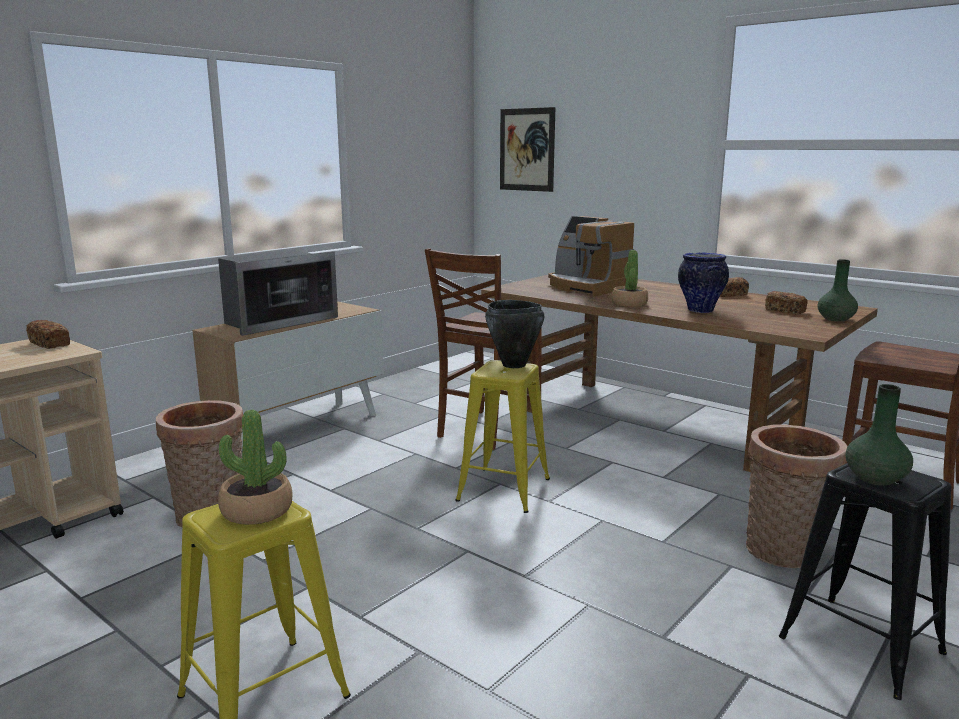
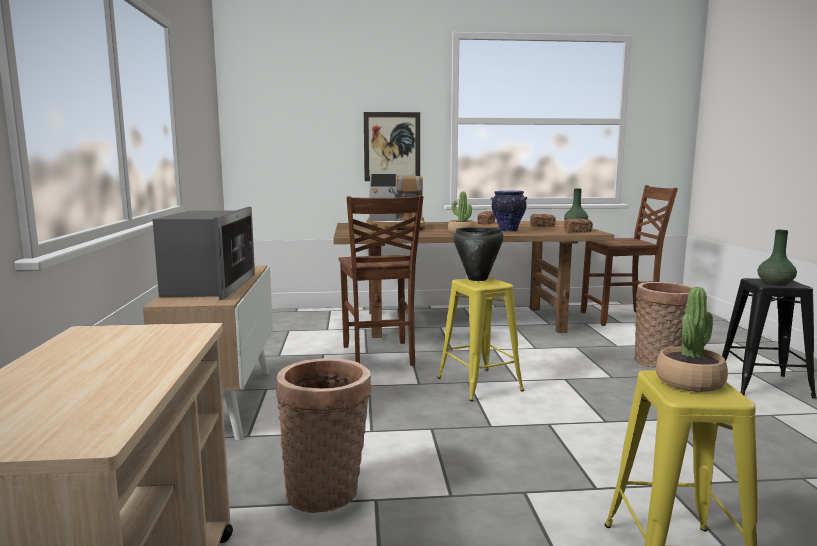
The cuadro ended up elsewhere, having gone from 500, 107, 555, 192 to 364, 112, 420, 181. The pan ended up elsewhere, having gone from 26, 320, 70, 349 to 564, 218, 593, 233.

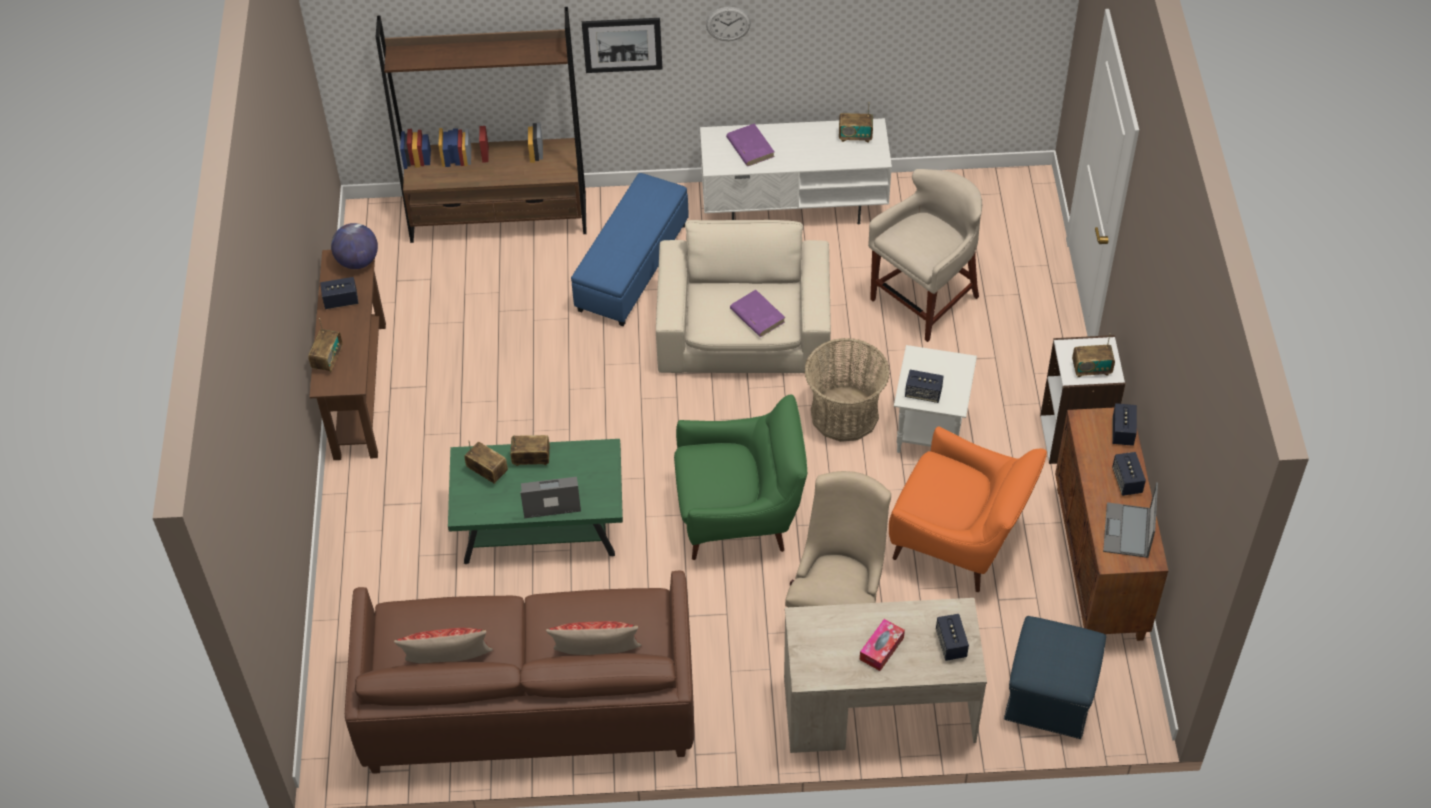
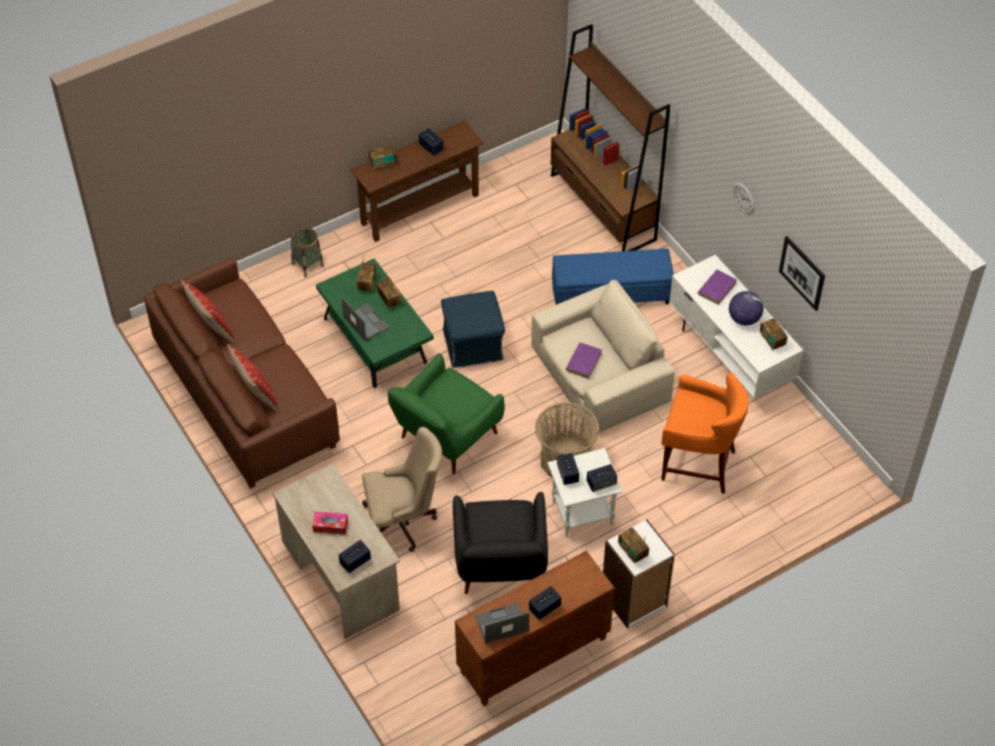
The cuadro ended up elsewhere, having gone from 582, 18, 662, 73 to 779, 236, 825, 311. What was the taburete/beis at 868, 169, 982, 342 turned into the taburete/naranja at 661, 373, 749, 494. The globo terráqueo ended up elsewhere, having gone from 331, 223, 378, 269 to 729, 291, 764, 325. The sillón/verde at 674, 395, 807, 560 ended up facing another way, 75 degrees clockwise from before. The altavoz ended up elsewhere, having gone from 1112, 403, 1137, 446 to 586, 464, 617, 492. What was the sillón/naranja at 889, 426, 1047, 592 turned into the sillón/negro at 453, 492, 548, 594. The puf/azul ended up elsewhere, having gone from 1004, 616, 1106, 739 to 441, 291, 505, 368. The second view gained the cesta at 291, 227, 324, 277.

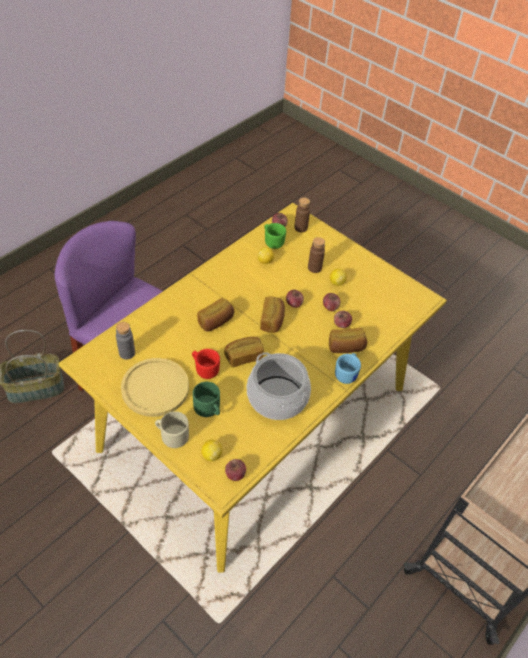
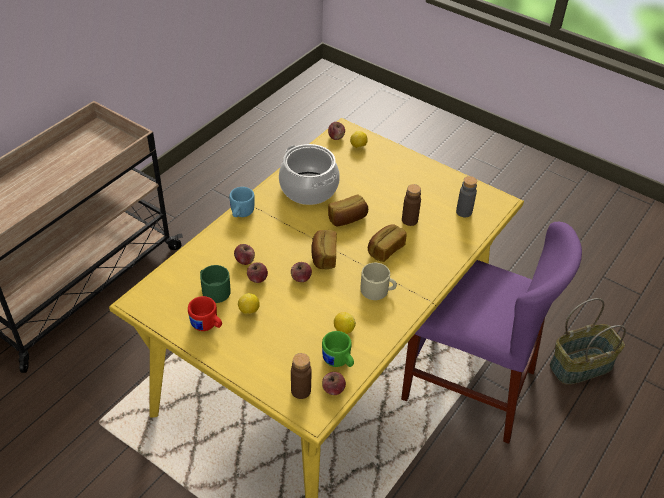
The botella/marrón ended up elsewhere, having gone from 308, 237, 325, 273 to 402, 184, 421, 226. The second view lost the pan at 329, 328, 367, 353. The taza grande/rojo ended up elsewhere, having gone from 192, 349, 220, 379 to 188, 296, 222, 331. The second view lost the plato/amarillo at 121, 358, 189, 417. The taza grande/verde ended up elsewhere, having gone from 193, 382, 220, 417 to 200, 265, 231, 303. The taza grande/beis ended up elsewhere, having gone from 155, 411, 189, 448 to 361, 263, 397, 300.

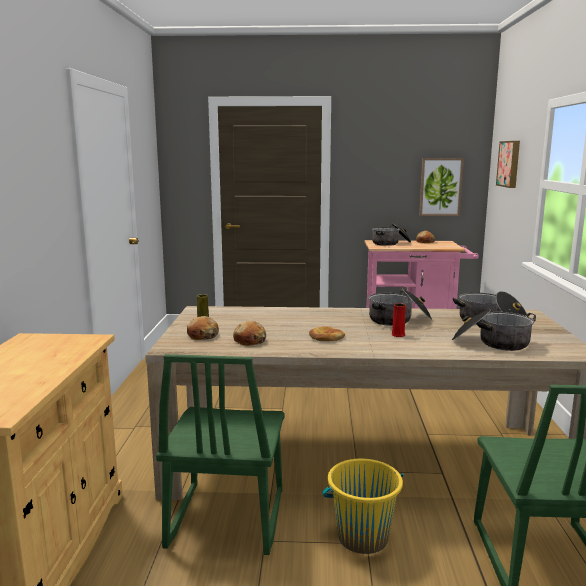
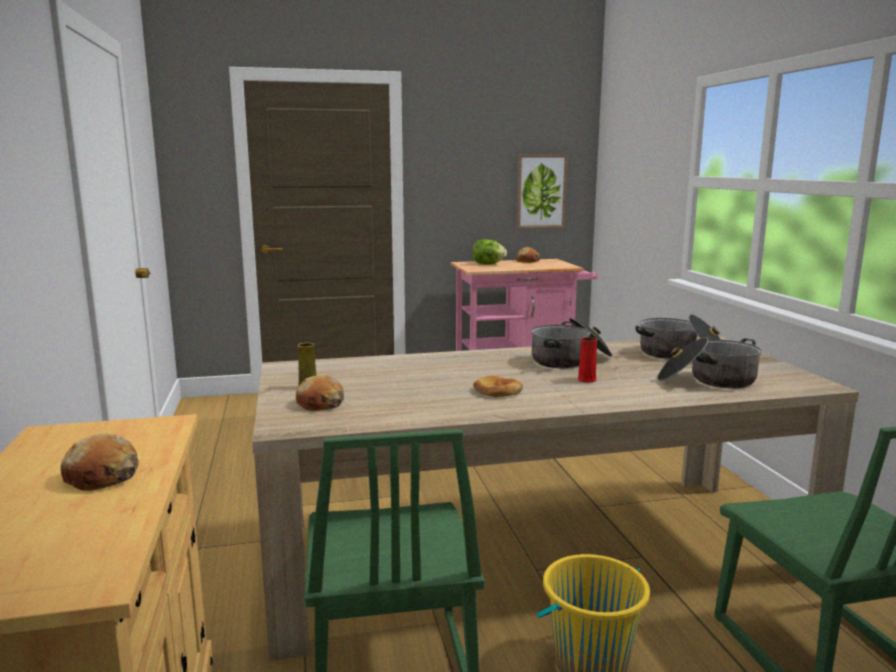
The second view lost the cuadro at 496, 141, 520, 188. Where the olla stood at 372, 224, 411, 246, the lechuga came to stand at 472, 239, 507, 265. The pan ended up elsewhere, having gone from 233, 321, 266, 346 to 60, 434, 139, 491.

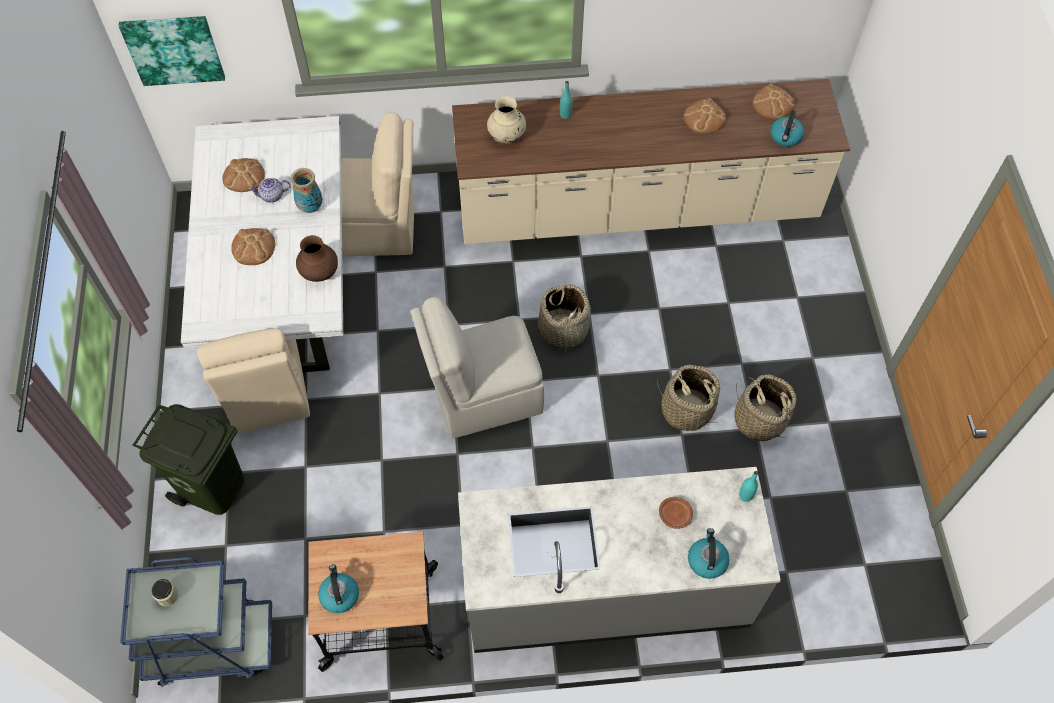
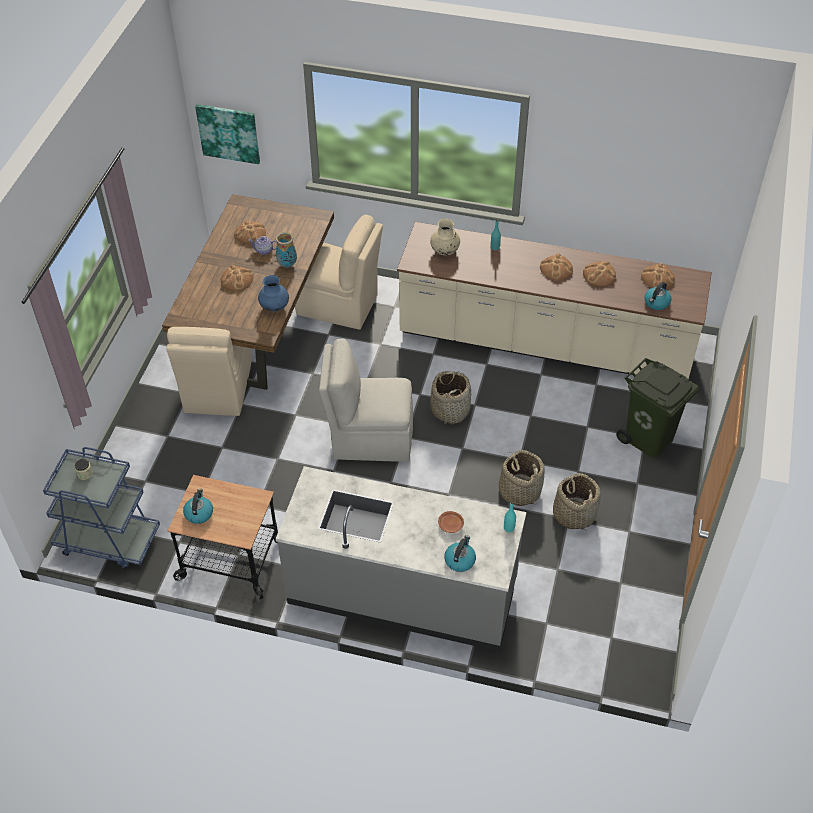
What was the mesa de comedor/blanco at 181, 116, 343, 372 turned into the mesa de comedor/marrón at 162, 194, 334, 390. What was the florero/marrón at 296, 235, 338, 282 turned into the florero/azul at 258, 275, 289, 312. The papelera/verde ended up elsewhere, having gone from 132, 404, 245, 515 to 616, 358, 699, 457. The second view gained the pan at 540, 253, 573, 281.

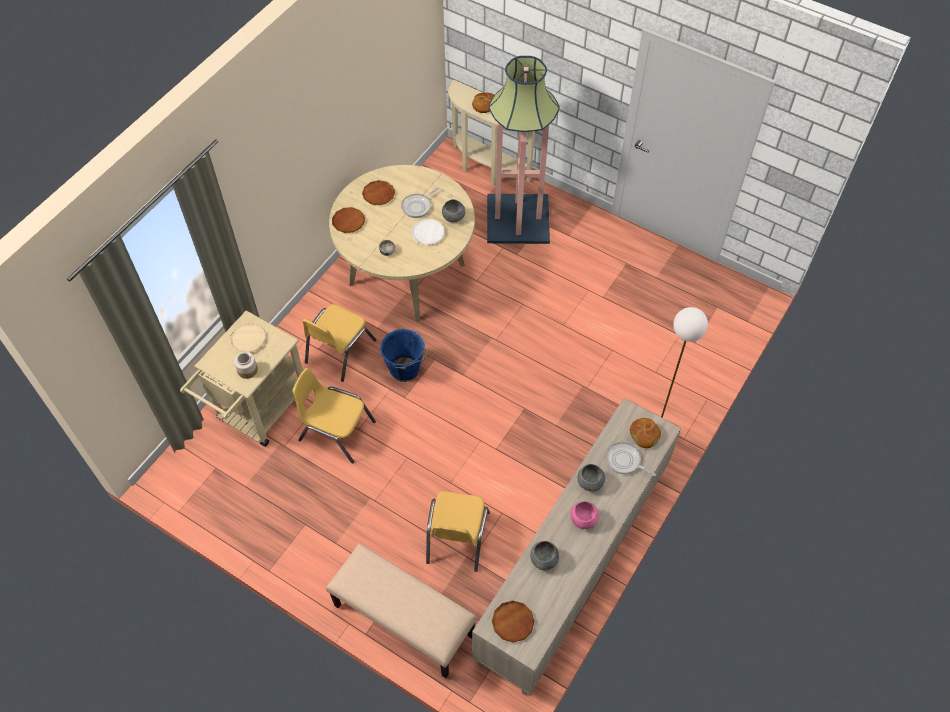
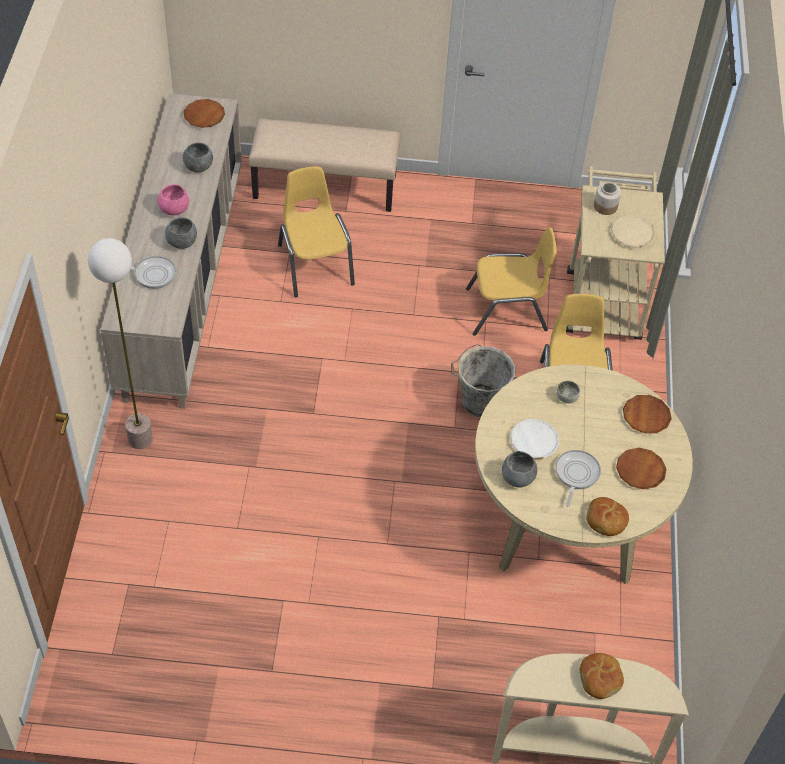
The second view lost the lámpara de pie at 487, 56, 560, 244. What was the cubo/azul at 380, 329, 428, 382 turned into the cubo/gris at 451, 344, 515, 417. The pan ended up elsewhere, having gone from 630, 418, 661, 448 to 586, 497, 629, 536.

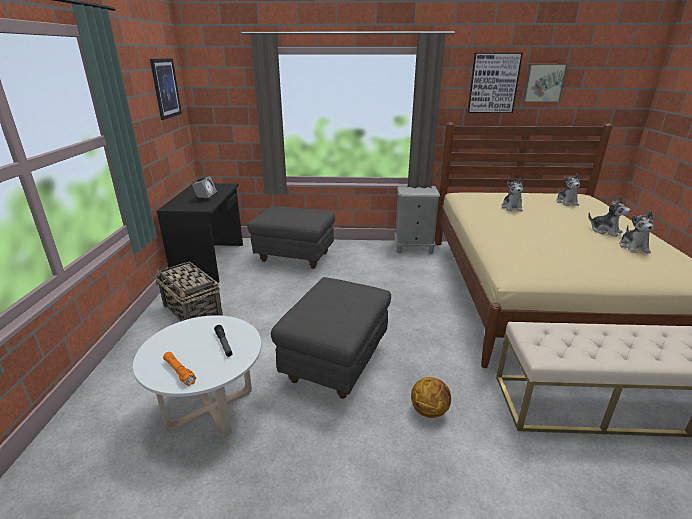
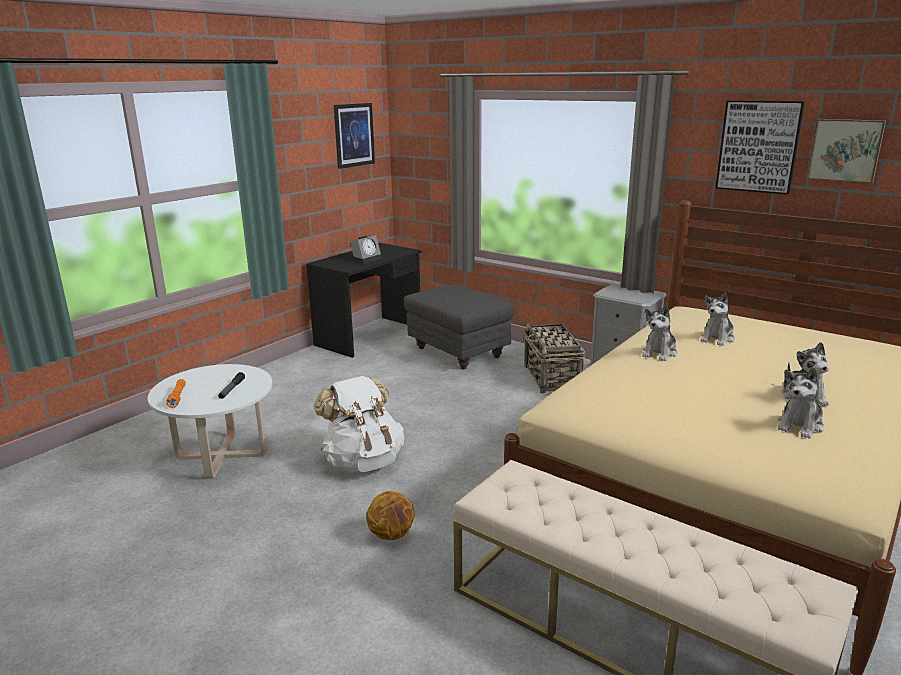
The peluche ended up elsewhere, having gone from 556, 173, 580, 206 to 642, 305, 677, 361. The cesta ended up elsewhere, having gone from 155, 261, 223, 321 to 523, 322, 585, 393. Where the puf/gris stood at 271, 277, 391, 399, the mochila/blanco came to stand at 314, 376, 404, 472.

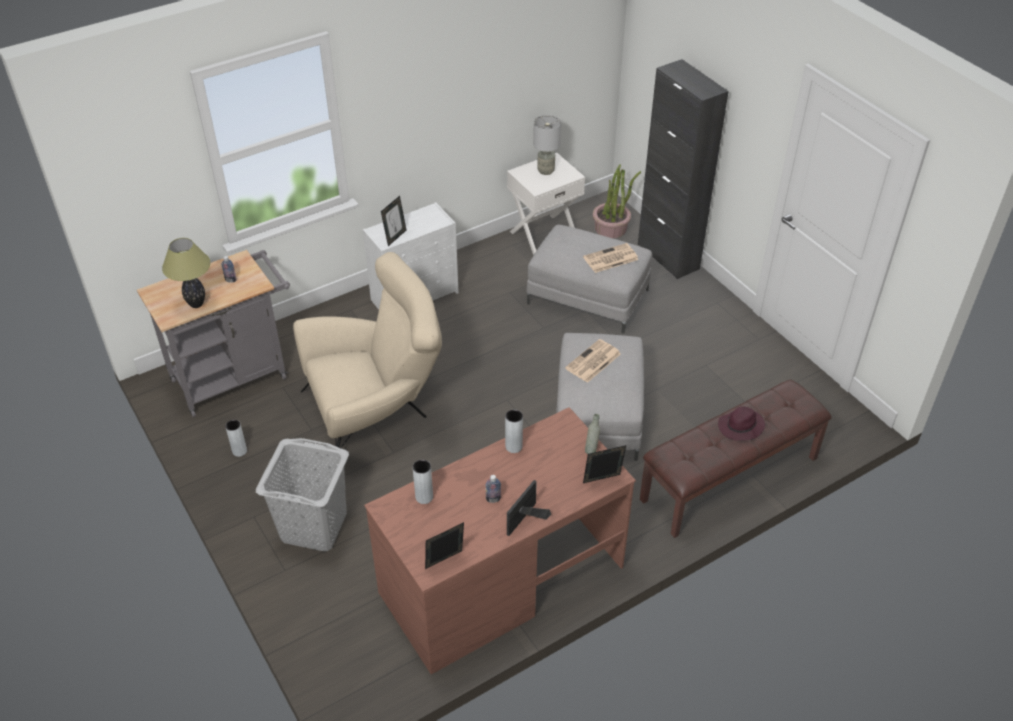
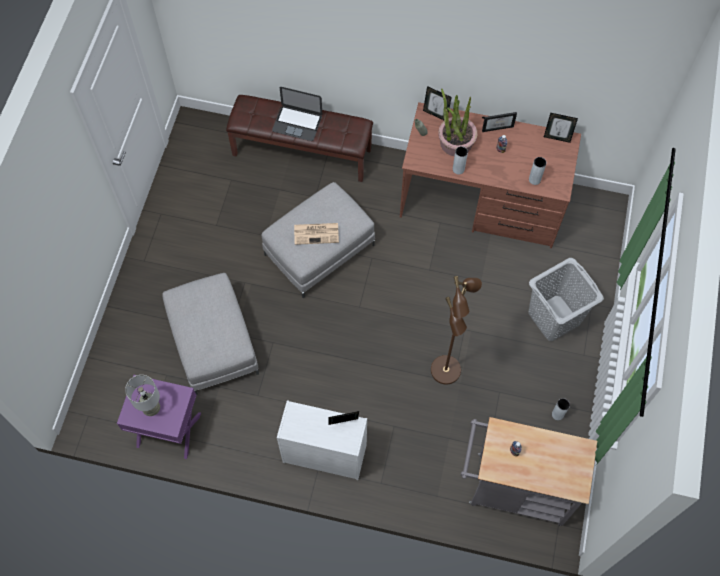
The second view lost the armario/negro at 638, 59, 729, 279. What was the mesita de noche/blanco at 507, 153, 585, 255 turned into the mesita de noche/morado at 117, 375, 201, 459. The planta en maceta ended up elsewhere, having gone from 593, 164, 641, 238 to 438, 89, 477, 156. The second view lost the lámpara de mesa at 162, 238, 211, 308. The second view lost the periódico at 583, 243, 639, 273. Where the sillón/beis stood at 293, 252, 442, 448, the lámpara de pie/marrón came to stand at 431, 276, 482, 385. Where the sombrero/morado stood at 718, 406, 765, 441, the portátil came to stand at 272, 87, 322, 141.

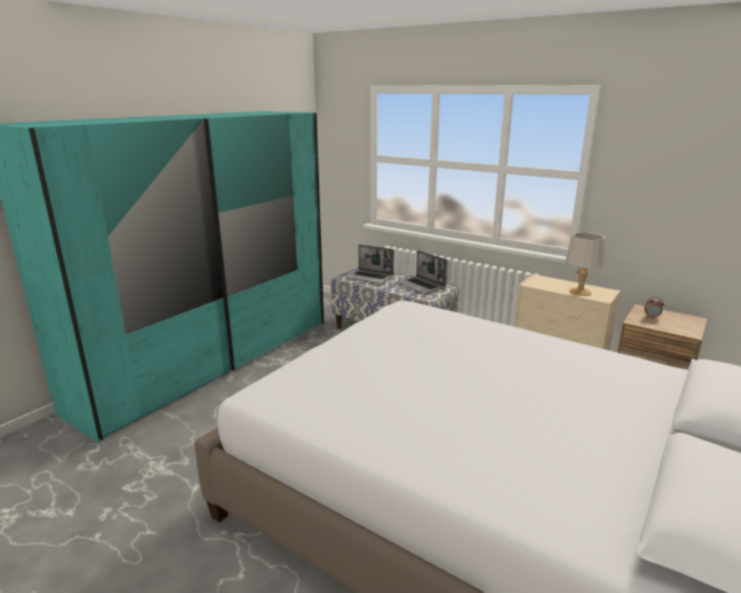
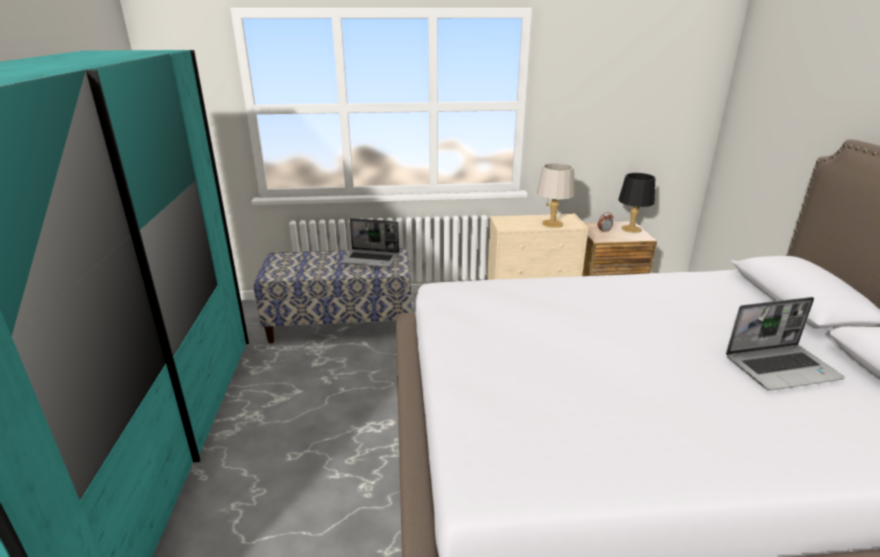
The portátil ended up elsewhere, having gone from 346, 244, 394, 284 to 726, 297, 845, 390. The second view gained the lámpara de mesa/negro at 618, 173, 655, 233.

